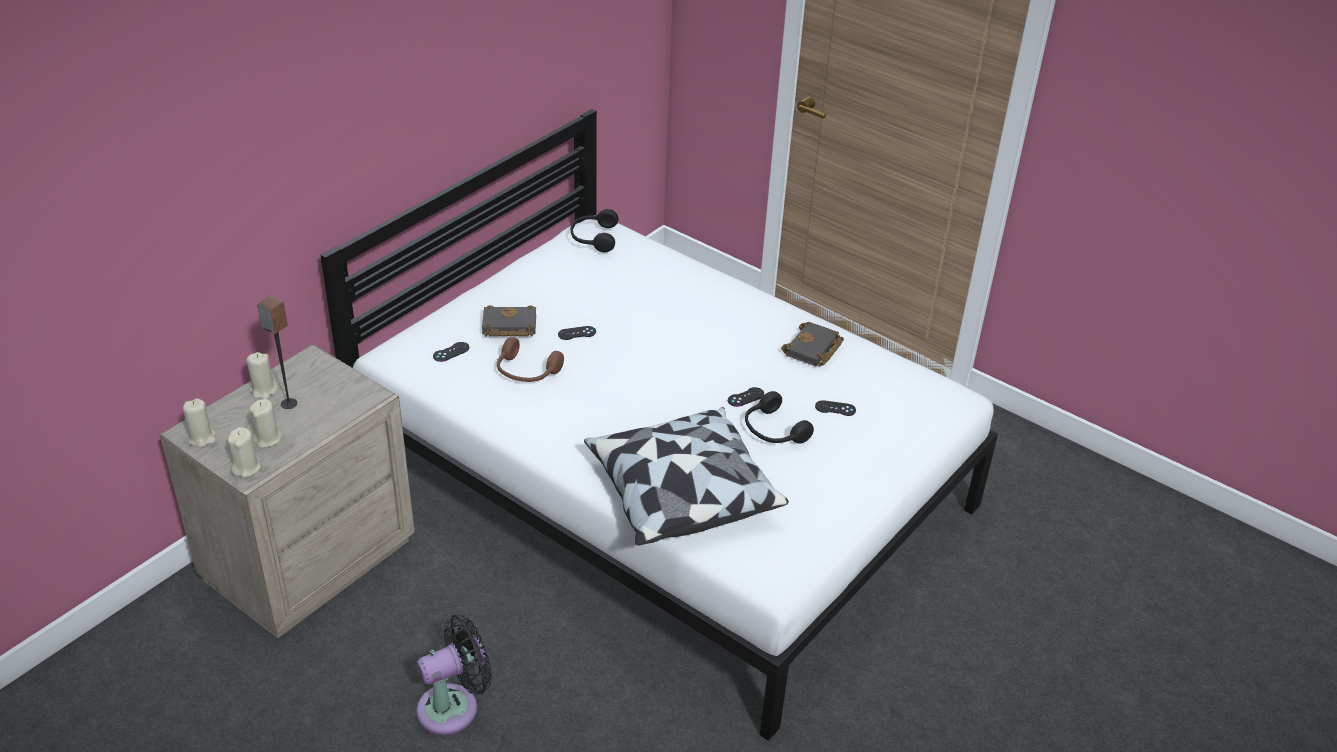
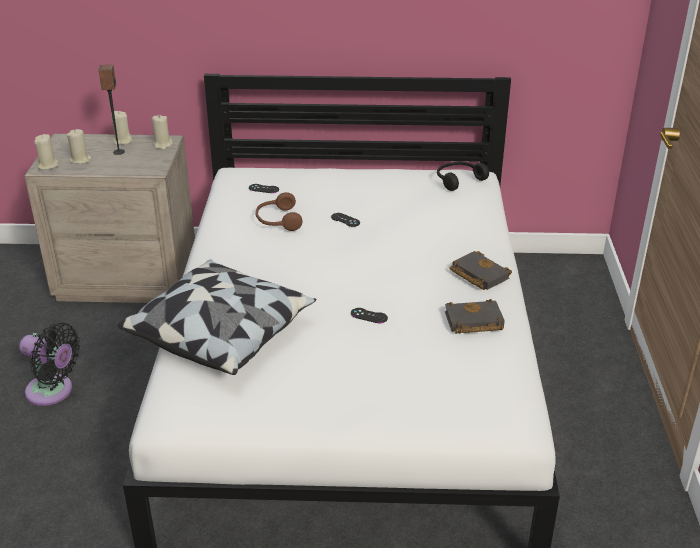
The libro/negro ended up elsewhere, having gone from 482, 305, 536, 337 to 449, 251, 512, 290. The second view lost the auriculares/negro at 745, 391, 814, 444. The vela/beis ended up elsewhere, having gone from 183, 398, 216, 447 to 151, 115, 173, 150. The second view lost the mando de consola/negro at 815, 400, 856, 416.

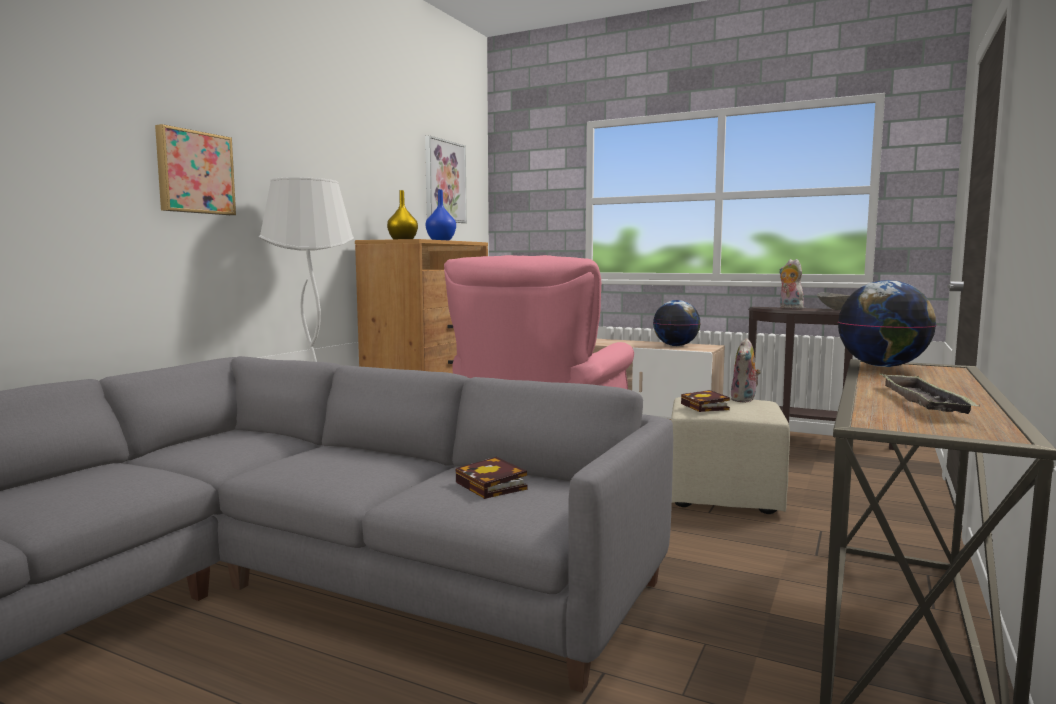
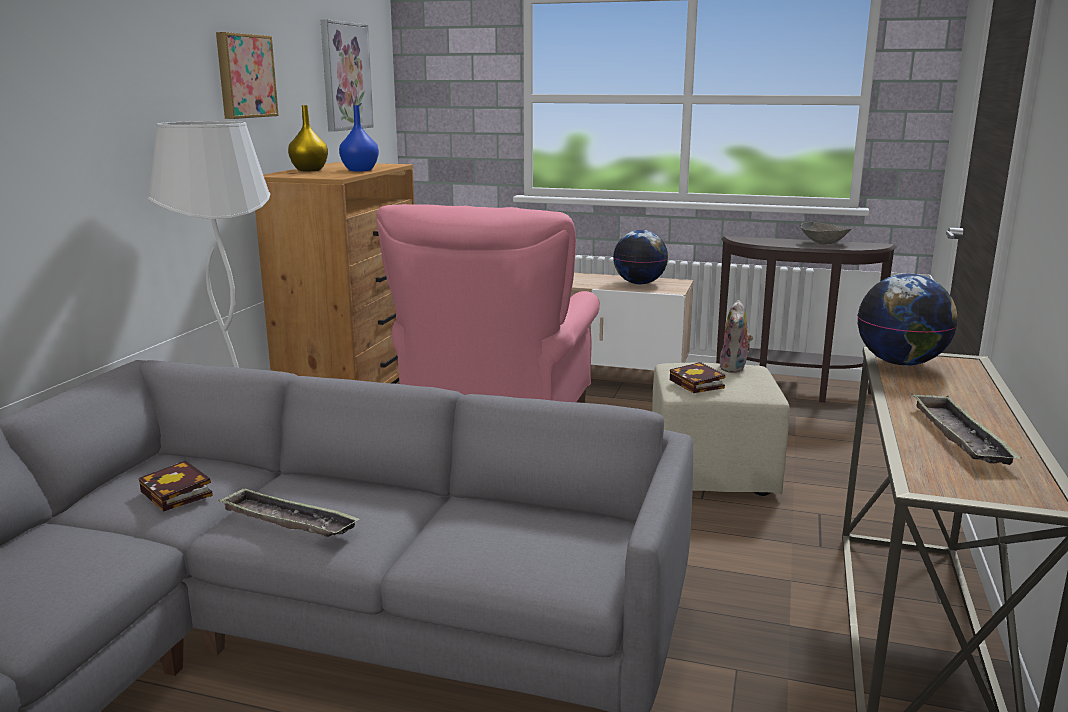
The cuadro ended up elsewhere, having gone from 155, 124, 236, 215 to 216, 32, 279, 119. The second view lost the peluche at 779, 259, 804, 309. The libro ended up elsewhere, having gone from 455, 457, 527, 499 to 138, 461, 213, 511. The second view gained the bandeja at 218, 487, 360, 537.

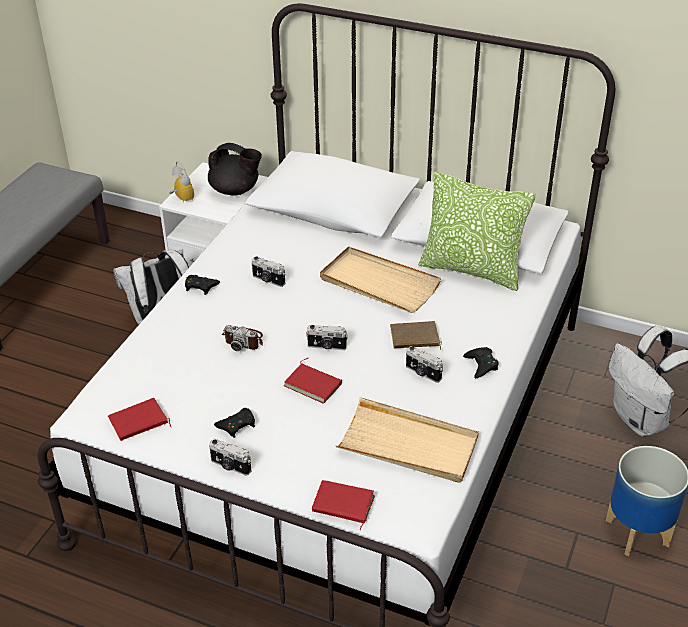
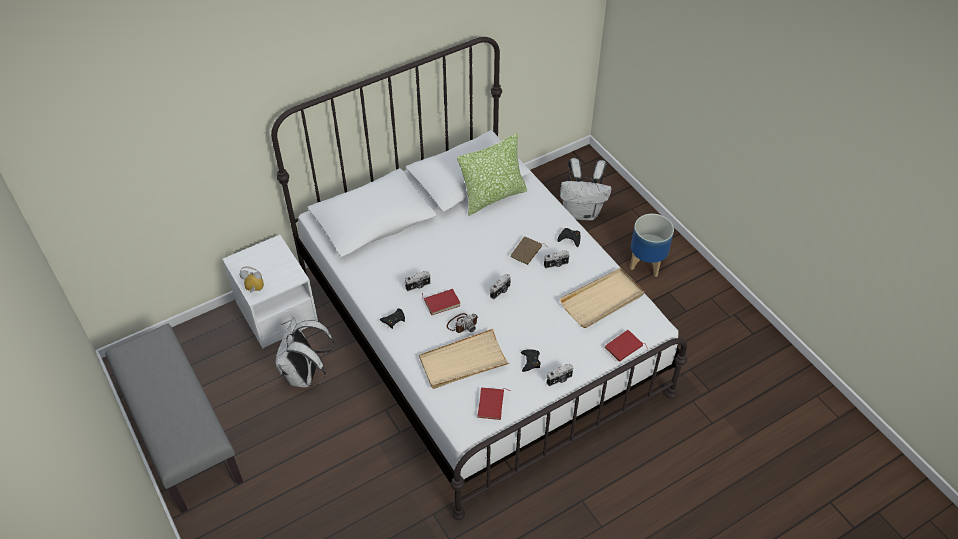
The second view lost the tetera/negro at 208, 143, 262, 195. The bandeja/beis ended up elsewhere, having gone from 320, 246, 441, 313 to 419, 329, 510, 389. The libro/rojo ended up elsewhere, having gone from 284, 358, 342, 404 to 422, 289, 460, 315.

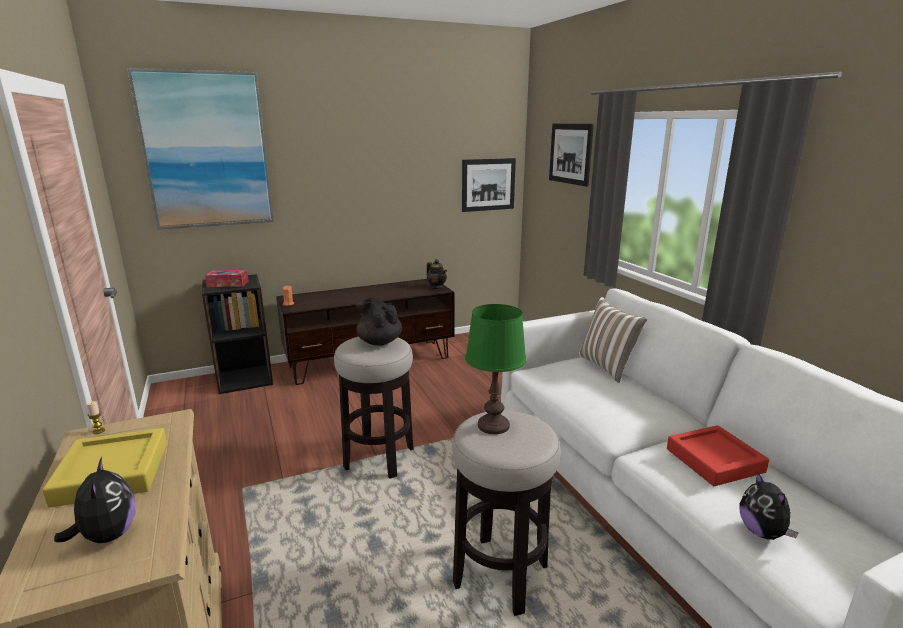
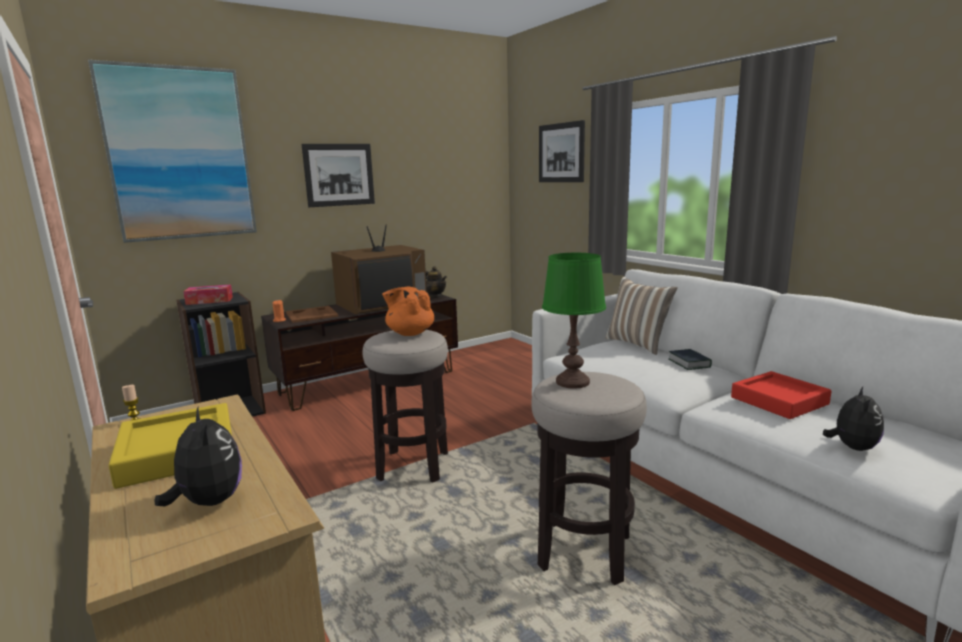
The cuadro ended up elsewhere, having gone from 462, 158, 516, 212 to 302, 144, 375, 207. What was the tetera/negro at 356, 298, 402, 346 turned into the tetera/naranja at 382, 287, 434, 336. The peluche at 740, 471, 799, 540 ended up facing another way, 135 degrees counterclockwise from before. The second view gained the televisor at 331, 225, 427, 314. The second view gained the bandeja/marrón at 286, 306, 339, 323. The second view gained the libro at 669, 349, 712, 370.

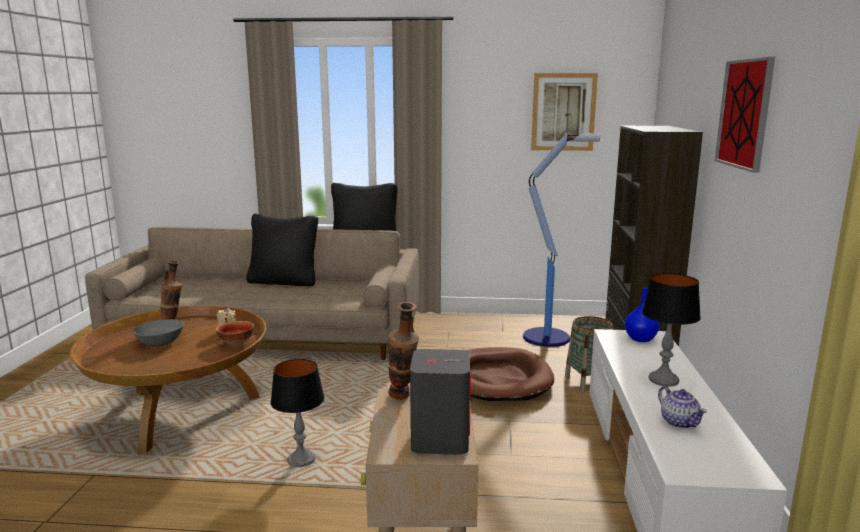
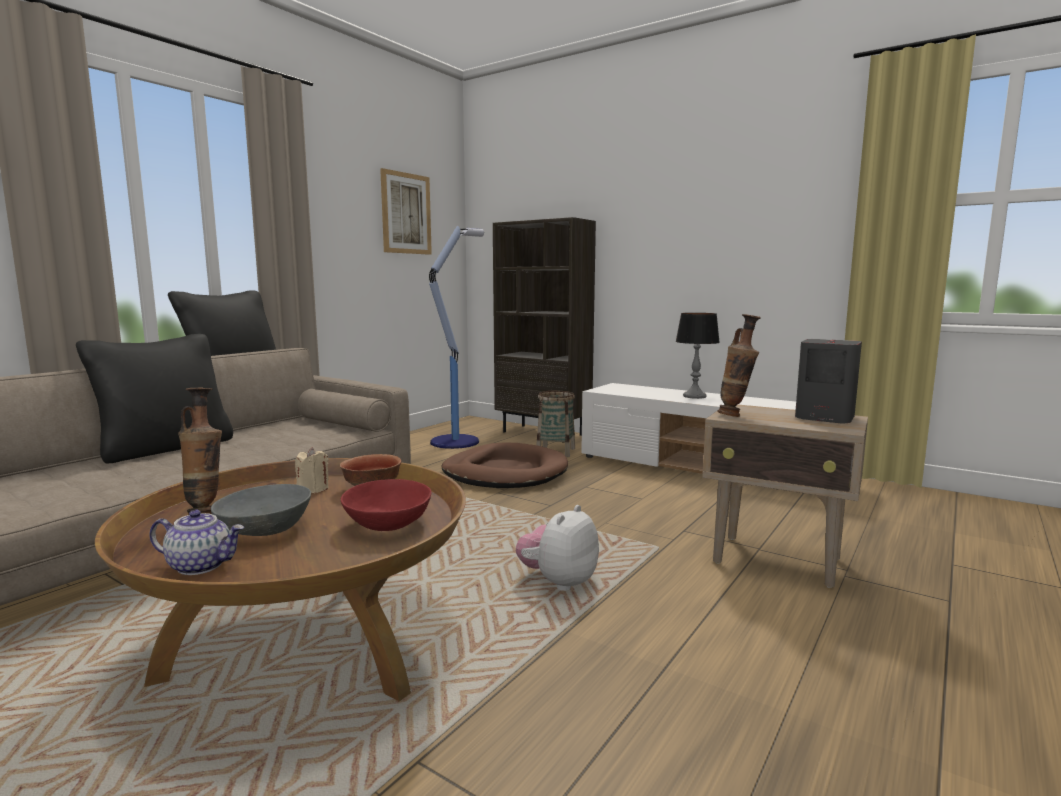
The second view lost the cuadro at 715, 57, 775, 173. The second view lost the florero/azul at 625, 287, 660, 342. Where the lámpara de mesa stood at 270, 359, 324, 467, the peluche came to stand at 516, 505, 599, 591. The tetera ended up elsewhere, having gone from 658, 386, 707, 428 to 149, 510, 244, 575. The second view gained the cuenco/rojo at 341, 479, 432, 531.

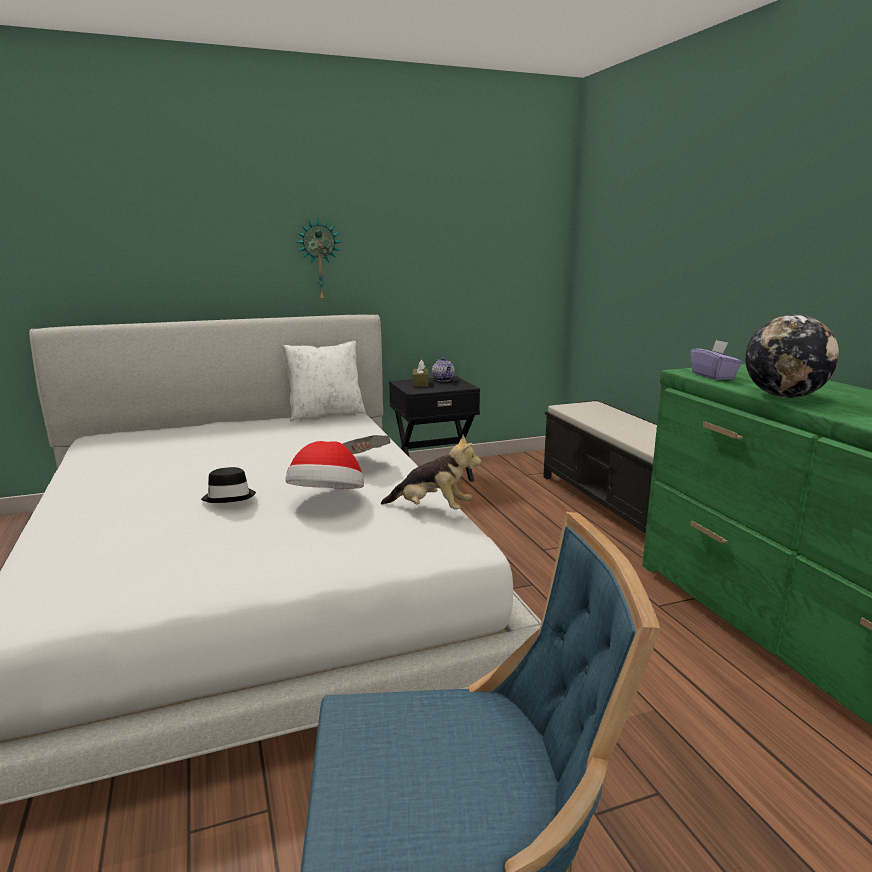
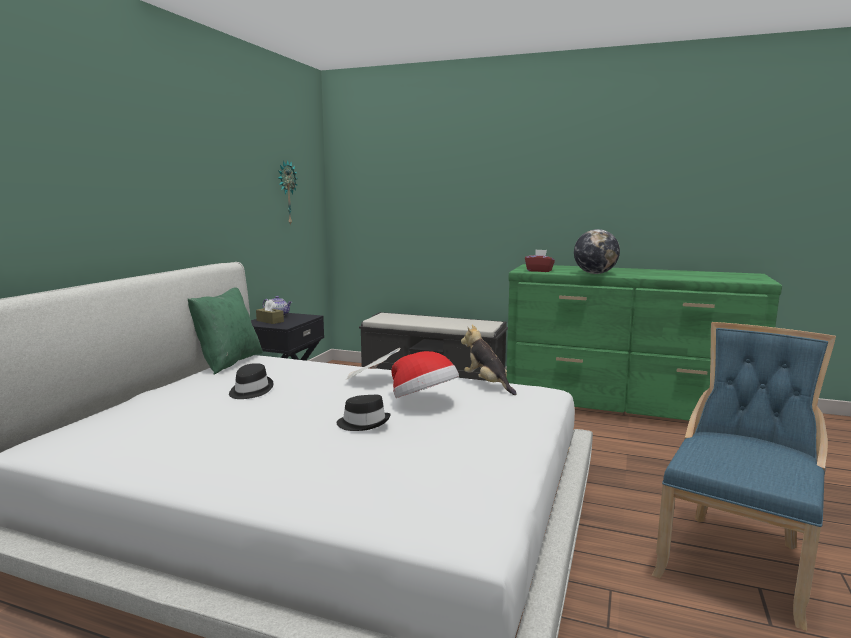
The reloj de pared ended up elsewhere, having gone from 297, 218, 341, 301 to 278, 160, 298, 226. What was the caja de pañuelos/morado at 690, 340, 742, 380 turned into the caja de pañuelos/rojo at 525, 250, 555, 272. What was the cojín/blanco at 282, 341, 366, 421 turned into the cojín/verde at 188, 287, 263, 375. The peluche at 381, 435, 481, 510 ended up facing another way, 90 degrees counterclockwise from before. The second view gained the sombrero/negro at 229, 363, 274, 399.

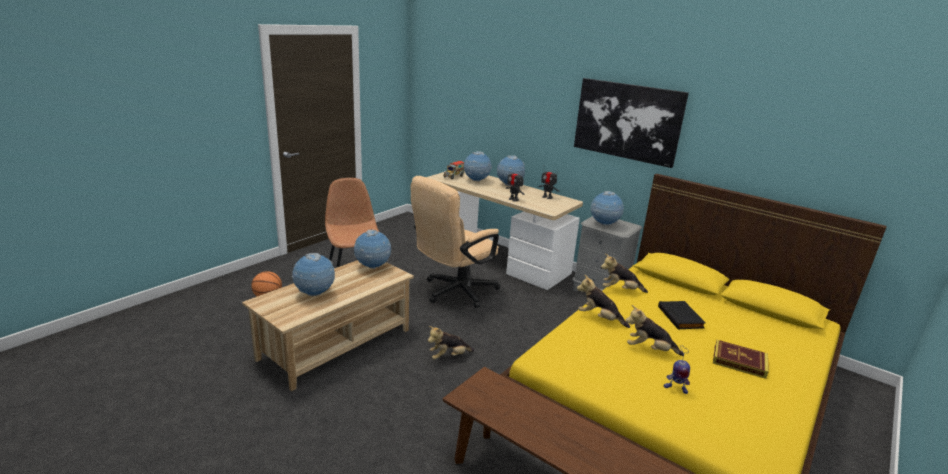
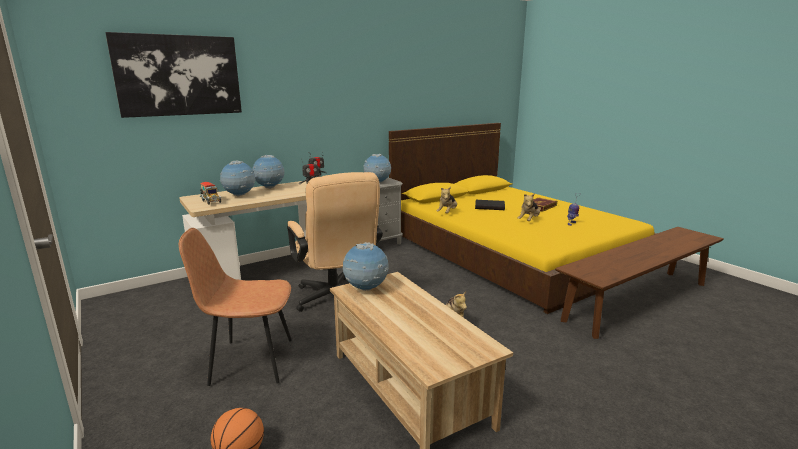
The cuadro ended up elsewhere, having gone from 574, 78, 689, 168 to 106, 32, 242, 118. The second view lost the globo terráqueo at 292, 253, 335, 296. The second view lost the peluche at 577, 274, 630, 328.

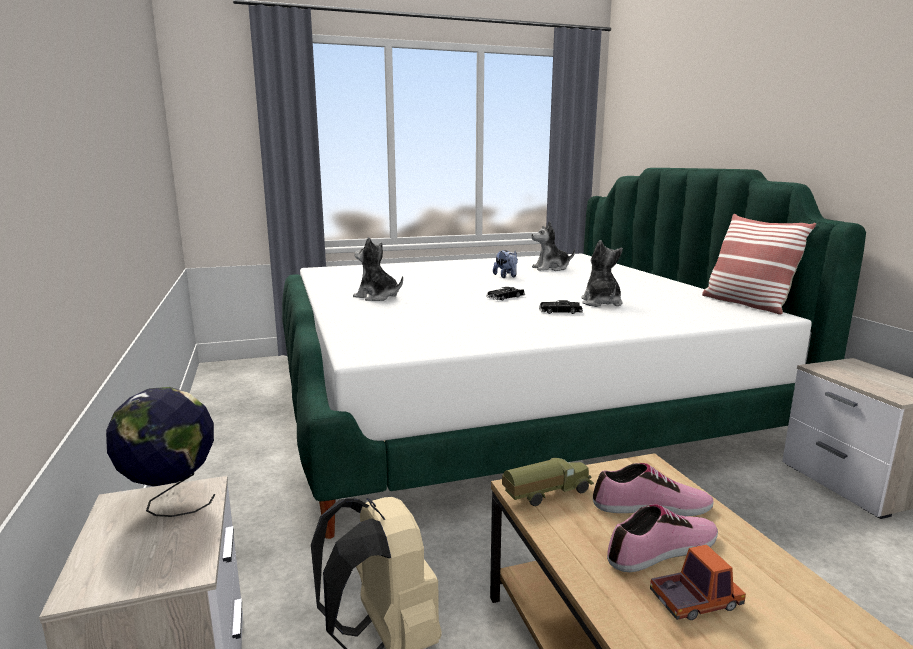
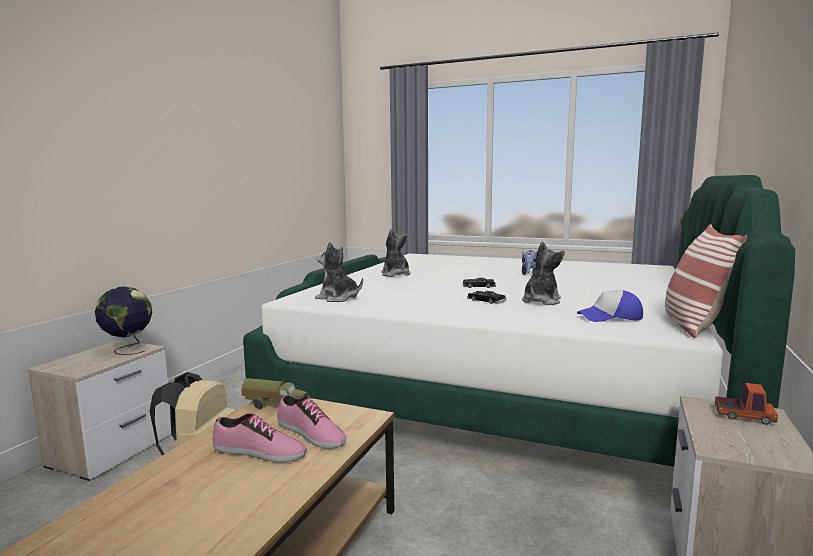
The peluche ended up elsewhere, having gone from 532, 221, 575, 271 to 315, 242, 363, 302. The camión de juguete ended up elsewhere, having gone from 650, 544, 746, 620 to 715, 383, 778, 425. The second view gained the gorra at 577, 290, 643, 322.

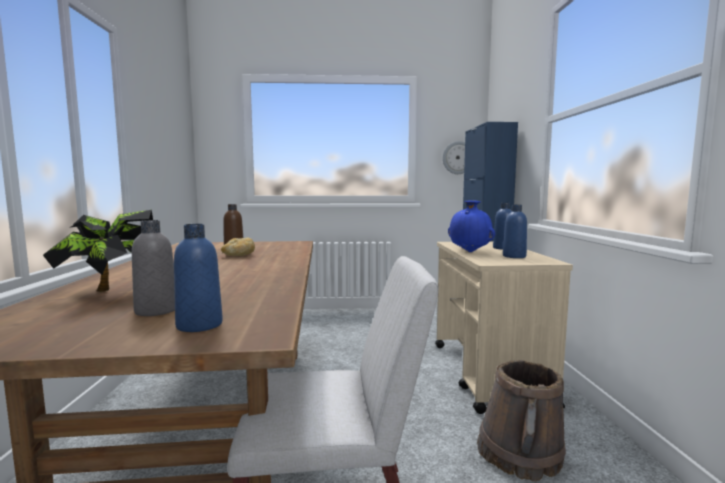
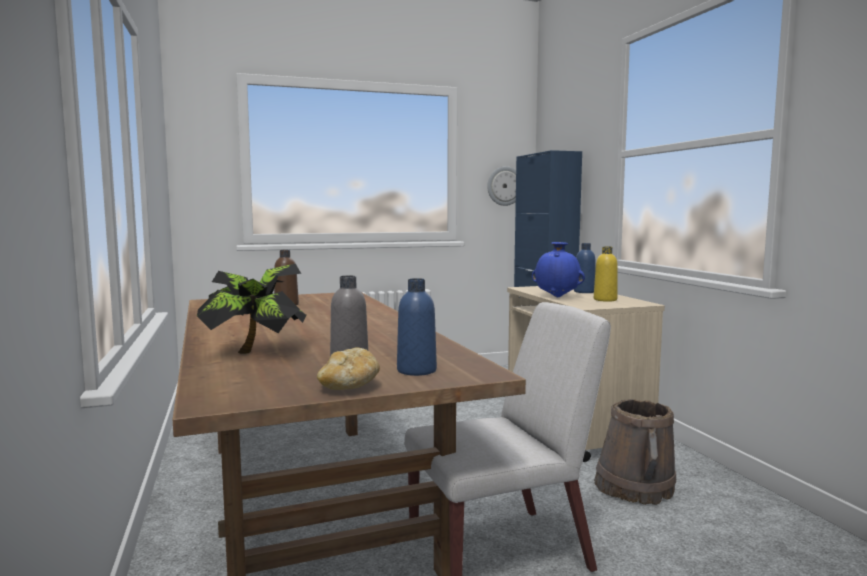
What was the botella/azul at 503, 205, 527, 258 turned into the botella/amarillo at 594, 246, 618, 302. The pan ended up elsewhere, having gone from 221, 237, 255, 256 to 317, 347, 380, 390.

